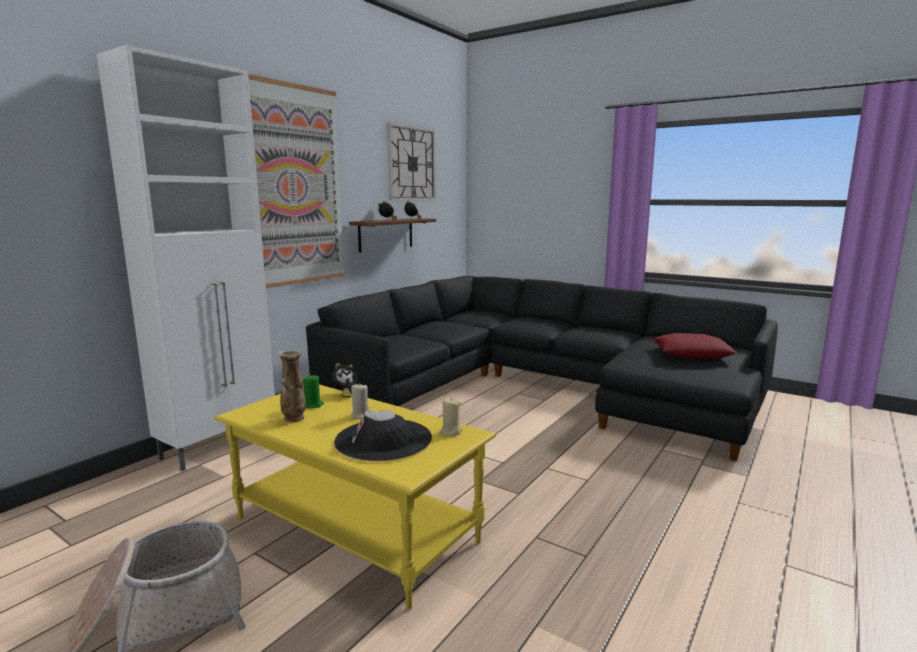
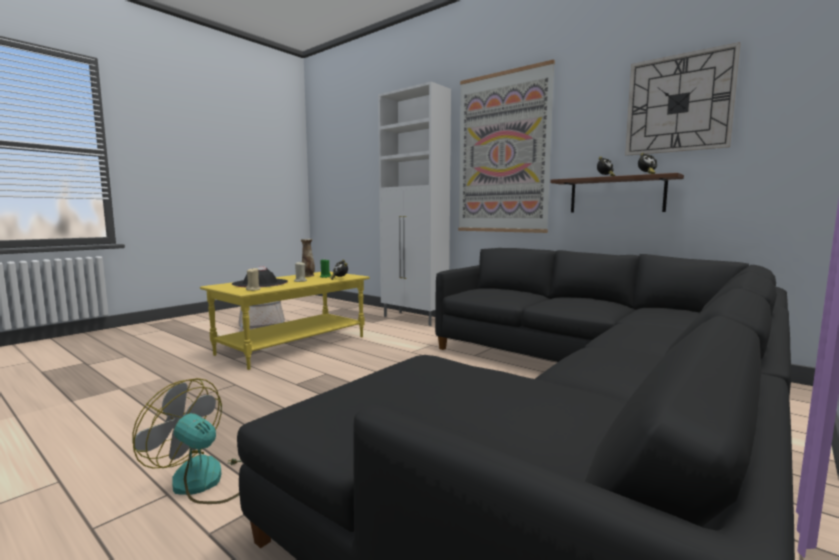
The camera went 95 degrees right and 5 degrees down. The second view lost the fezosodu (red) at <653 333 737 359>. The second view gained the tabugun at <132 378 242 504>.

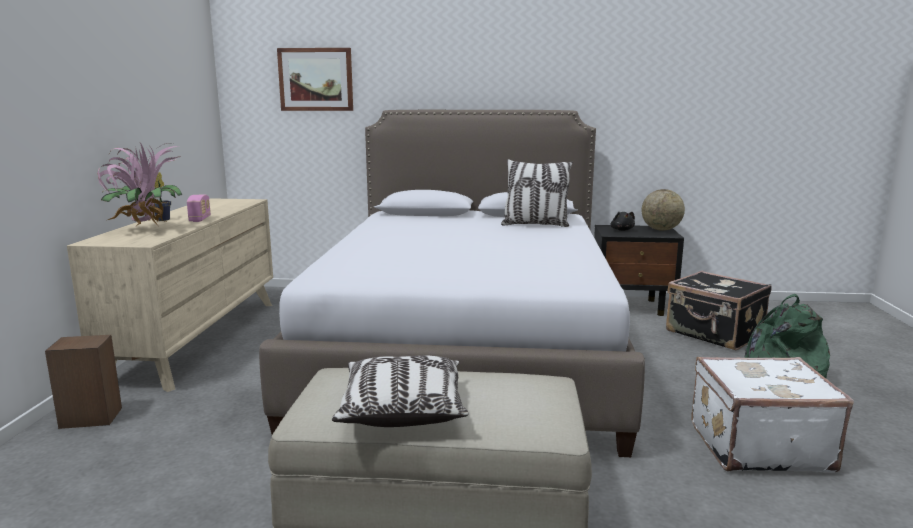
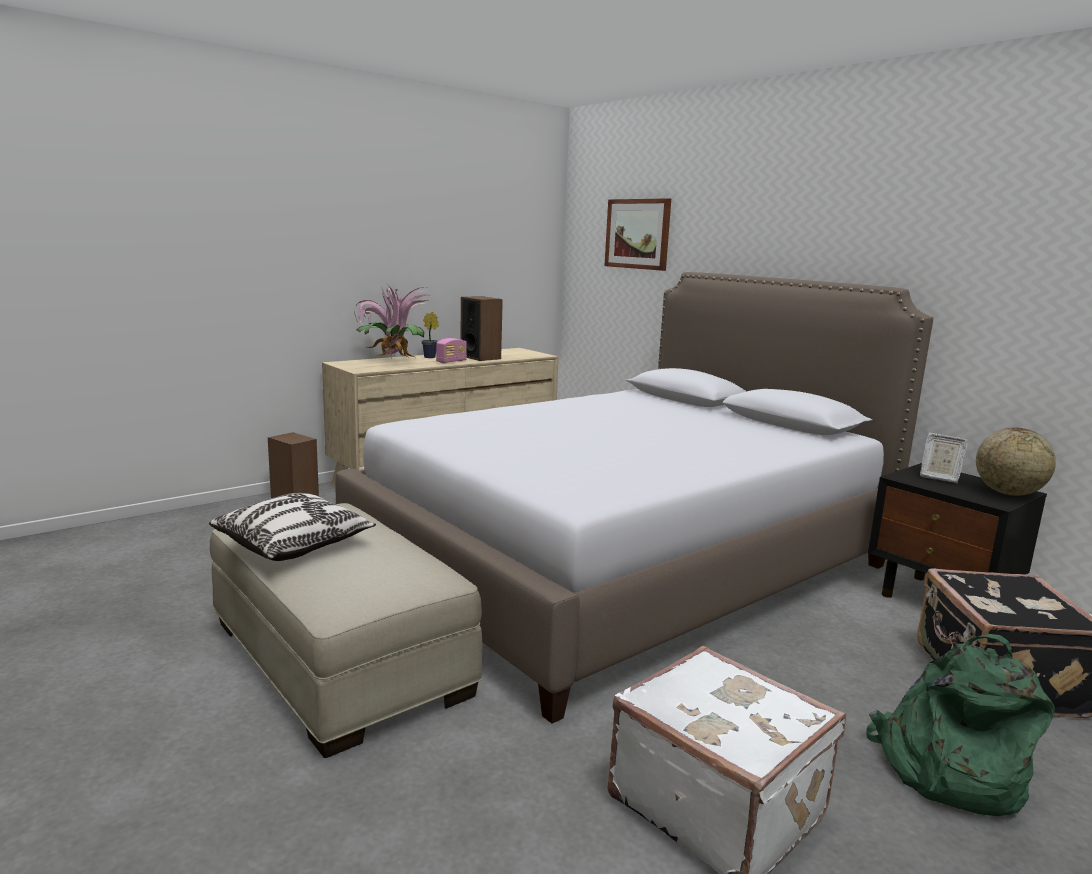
The camera went 45 degrees right and 0 degrees up. The second view lost the fezosodu at <501 159 573 227>. The second view gained the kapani at <460 296 503 361>. Where the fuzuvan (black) stood at <610 212 635 231>, the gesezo came to stand at <920 433 968 483>.

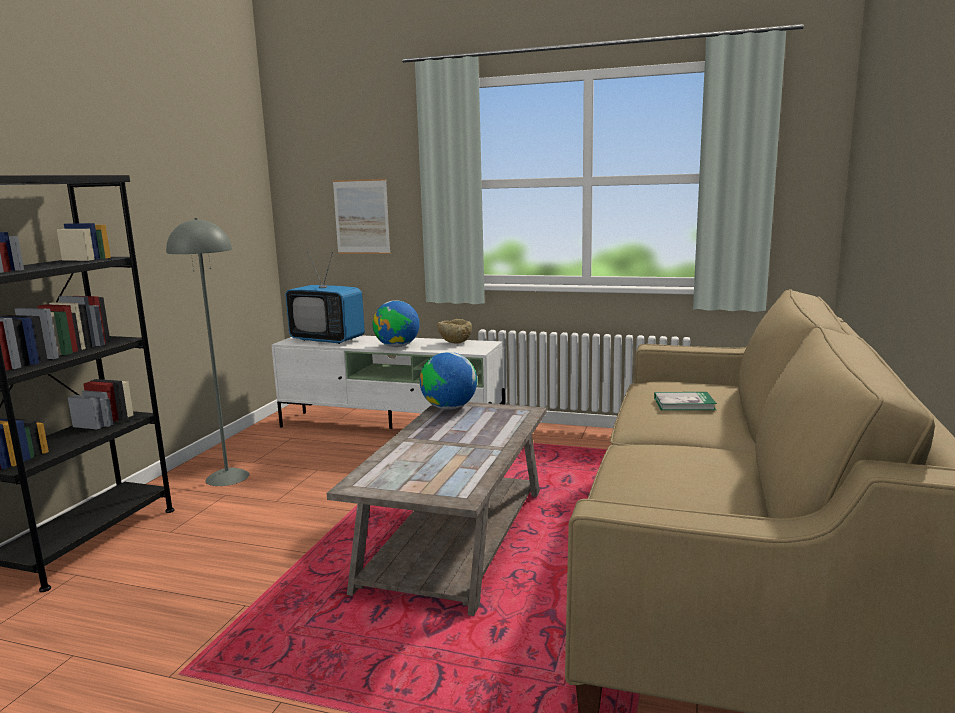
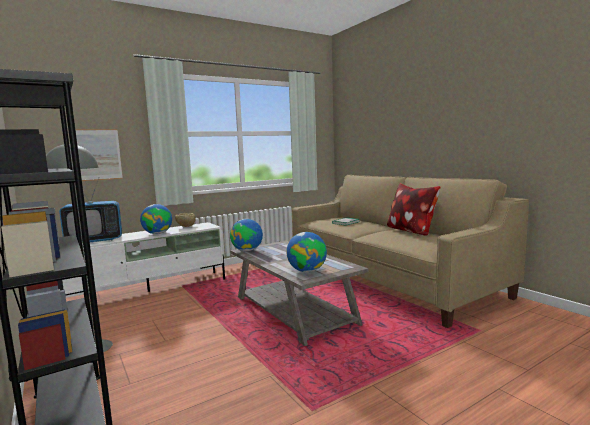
The camera went 50 degrees left and 5 degrees down. The second view gained the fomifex at <287 232 327 272>. The second view gained the fezosodu at <387 183 441 236>.

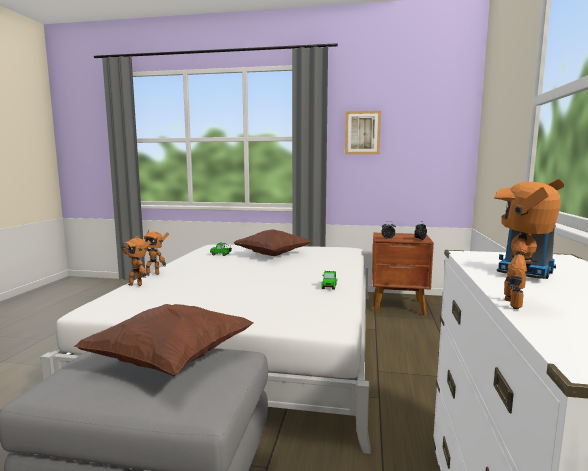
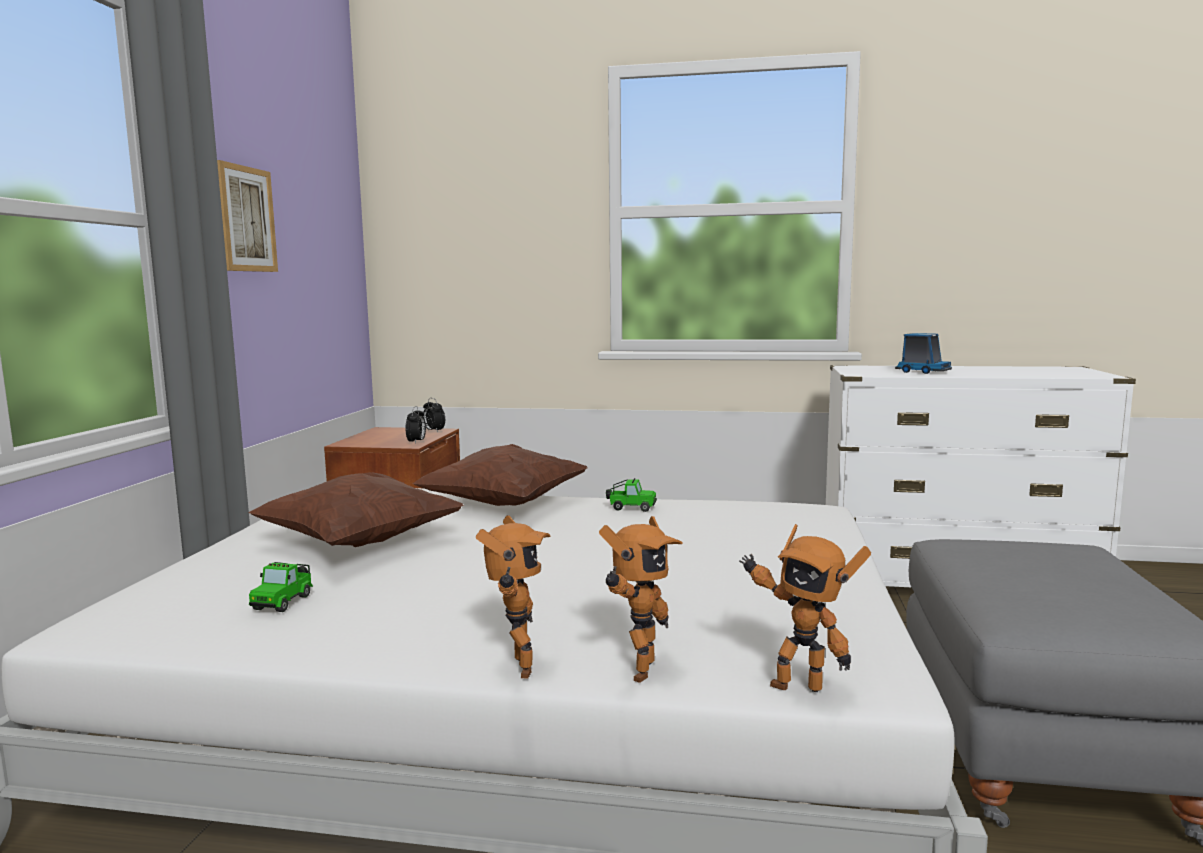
The camera went 90 degrees left and 0 degrees up. The fezosodu (brown) ended up elsewhere, having gone from <74 304 254 376> to <412 444 587 506>. The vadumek ended up elsewhere, having gone from <494 179 564 309> to <739 524 871 692>.

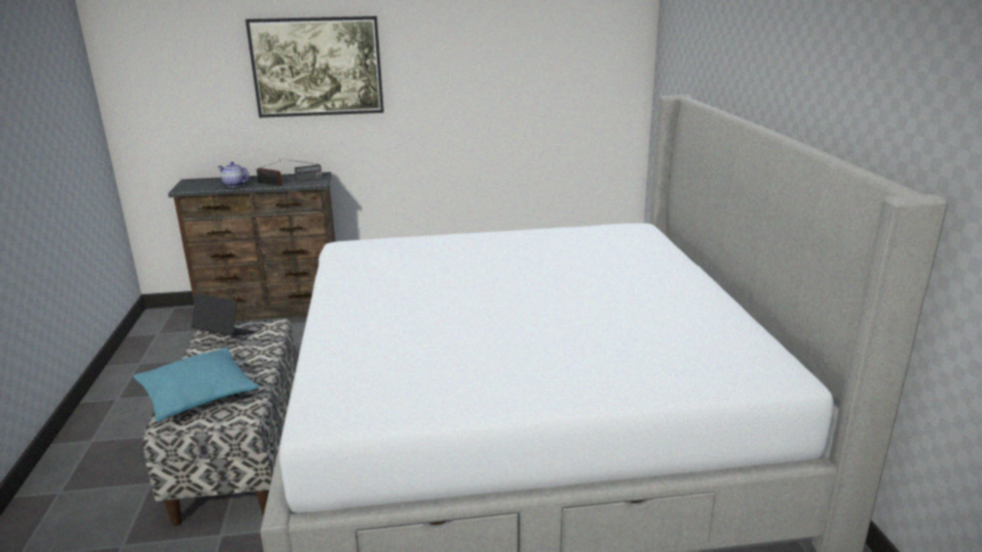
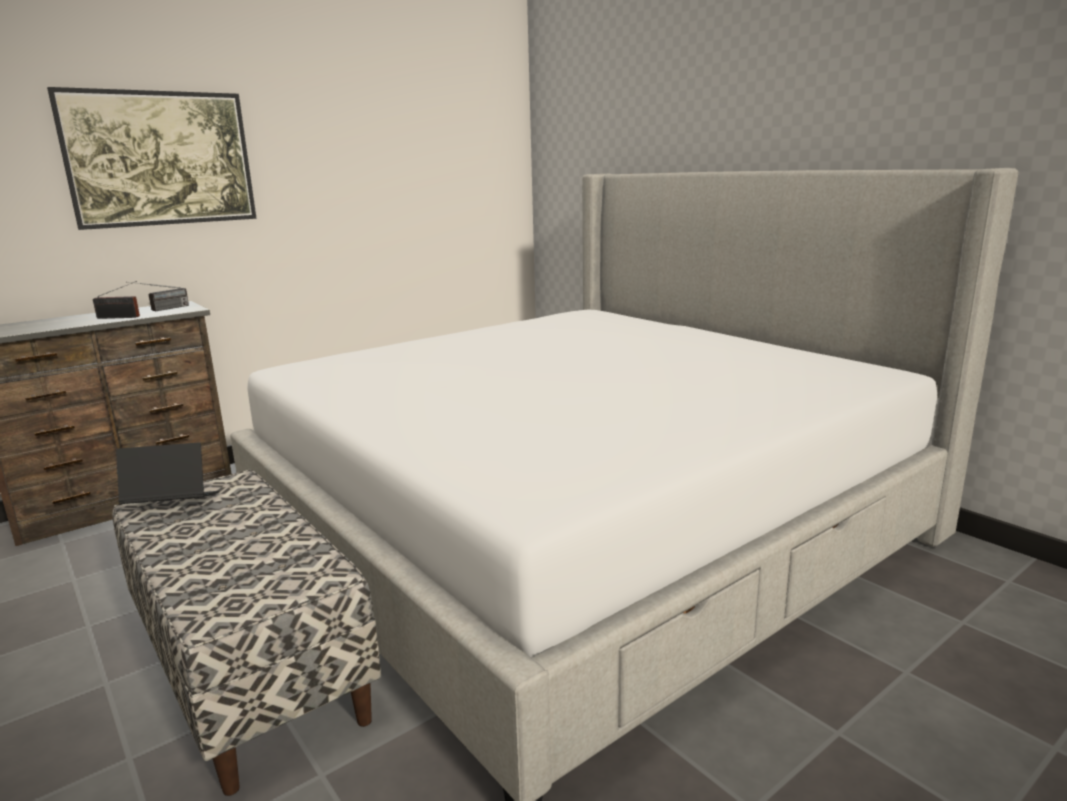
The camera went 30 degrees left and 5 degrees down. The second view lost the fezosodu (turquoise) at <134 347 259 422>. The second view lost the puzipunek at <218 162 250 187>.

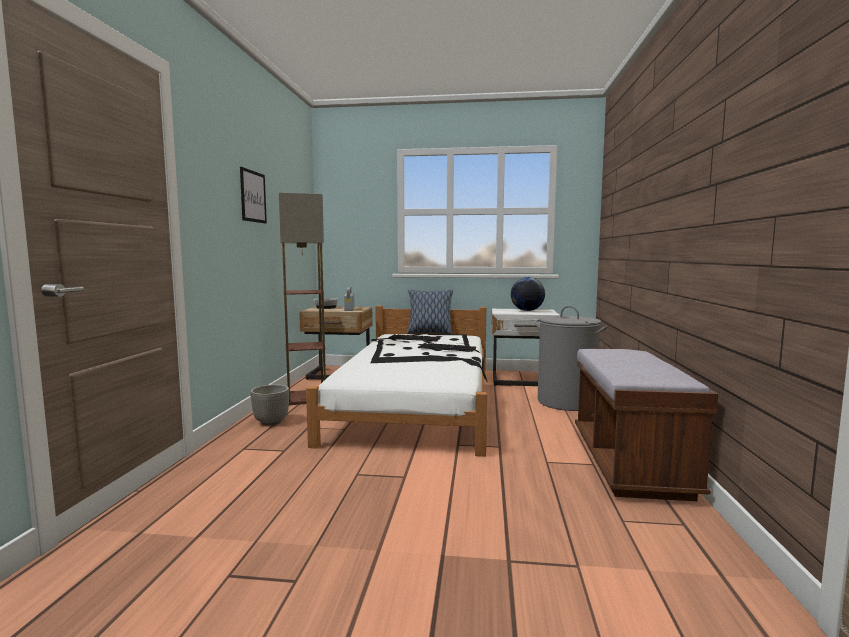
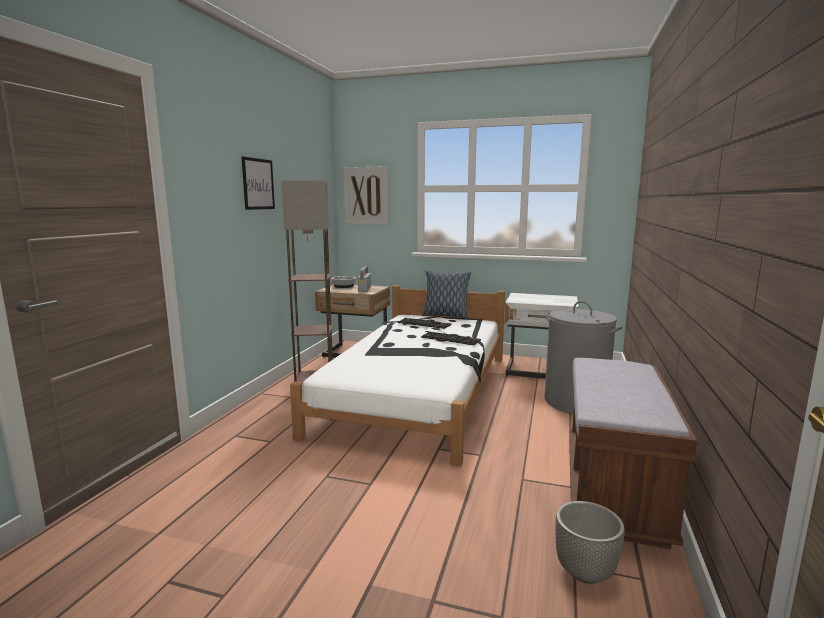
The camera went 10 degrees right and 5 degrees up. The second view lost the fomifex at <511 277 545 311>. The second view gained the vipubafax at <344 166 389 225>. The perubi ended up elsewhere, having gone from <250 384 289 426> to <555 501 625 584>.

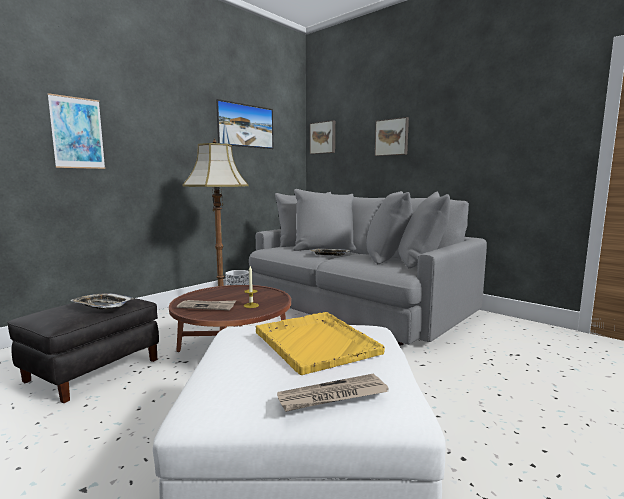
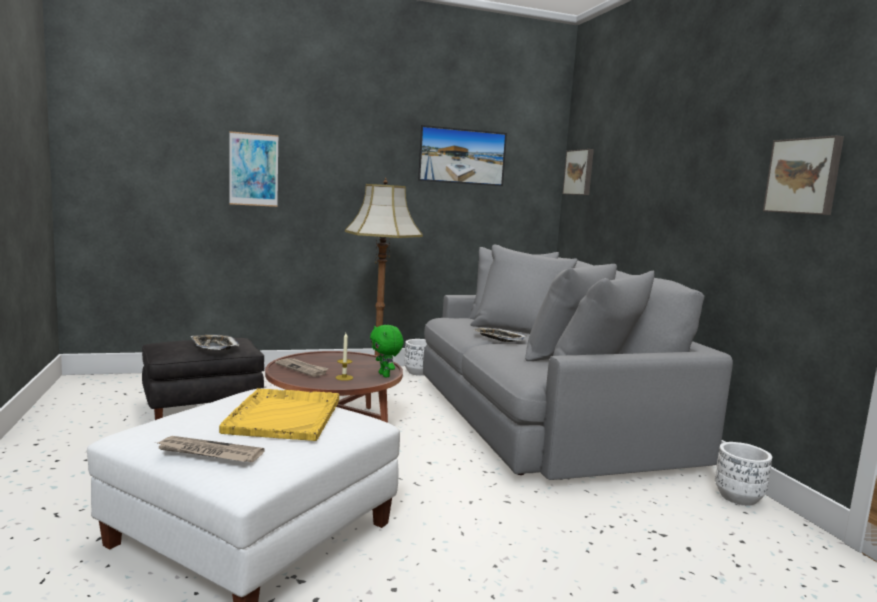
The camera went 30 degrees right and 0 degrees up. The second view gained the fuzuvan (green) at <370 325 404 378>. The second view gained the perubi (white) at <715 442 772 506>. The vipubafax ended up elsewhere, having gone from <375 117 409 156> to <763 135 844 215>.

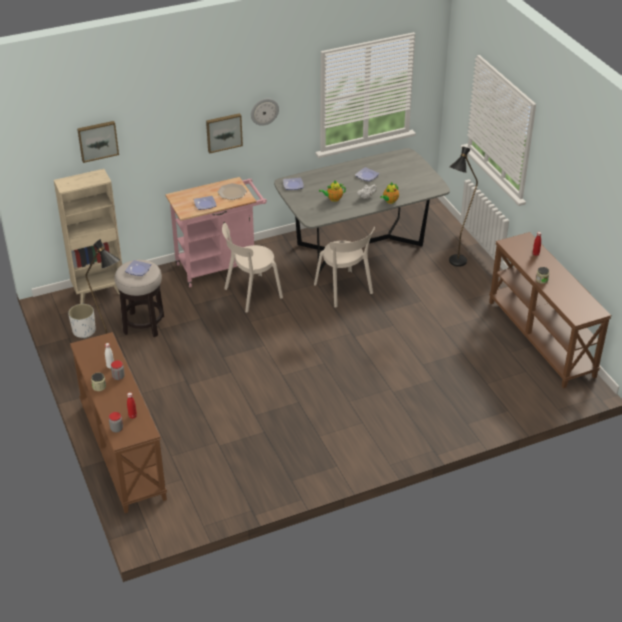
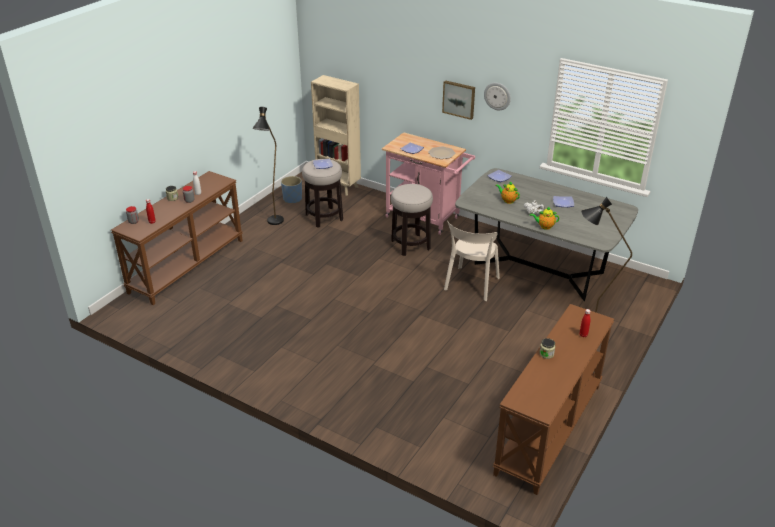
The camera went 55 degrees right and 5 degrees down. The second view lost the vipubafax at <77 121 119 163>. Where the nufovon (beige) stood at <222 223 283 313>, the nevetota came to stand at <391 184 433 256>. What was the perubi (white) at <68 304 96 338> turned into the perubi (blue) at <281 176 302 203>.

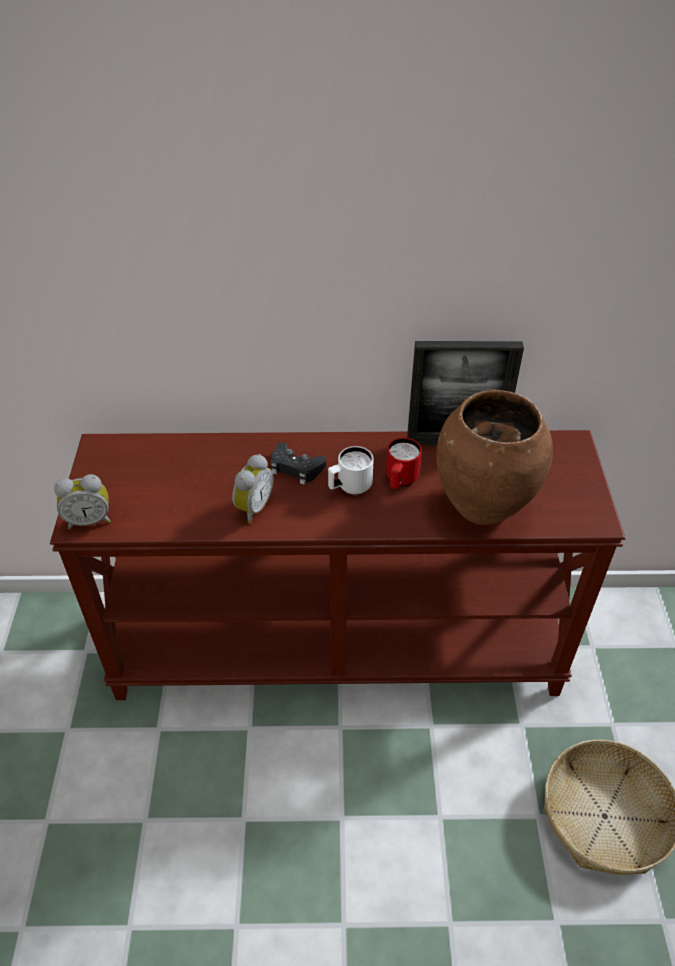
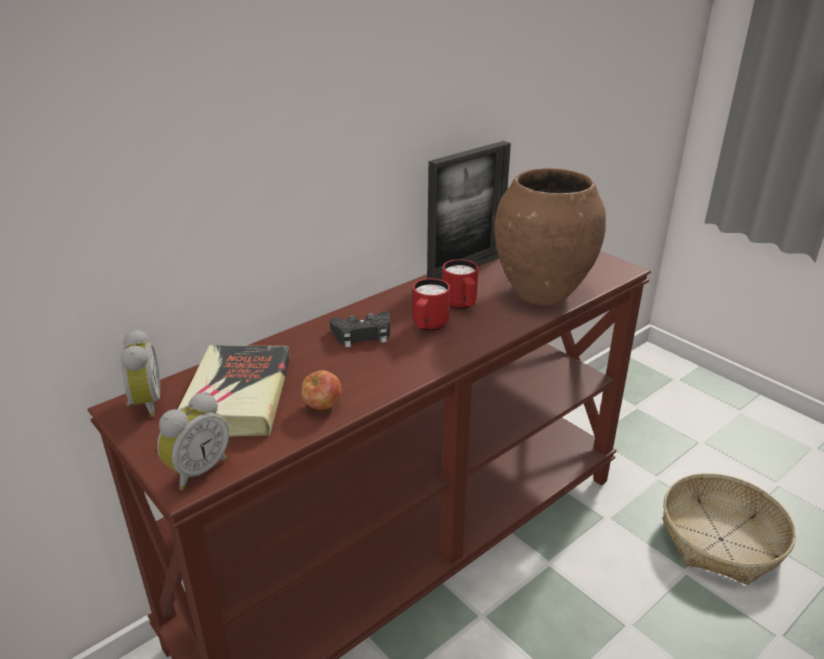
The camera went 40 degrees left and 15 degrees down. The second view gained the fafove at <177 345 290 436>. The second view gained the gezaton at <302 370 341 410>. The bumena ended up elsewhere, having gone from <232 454 273 523> to <121 329 160 417>. What was the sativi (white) at <328 446 374 495> turned into the sativi (red) at <412 278 450 331>.

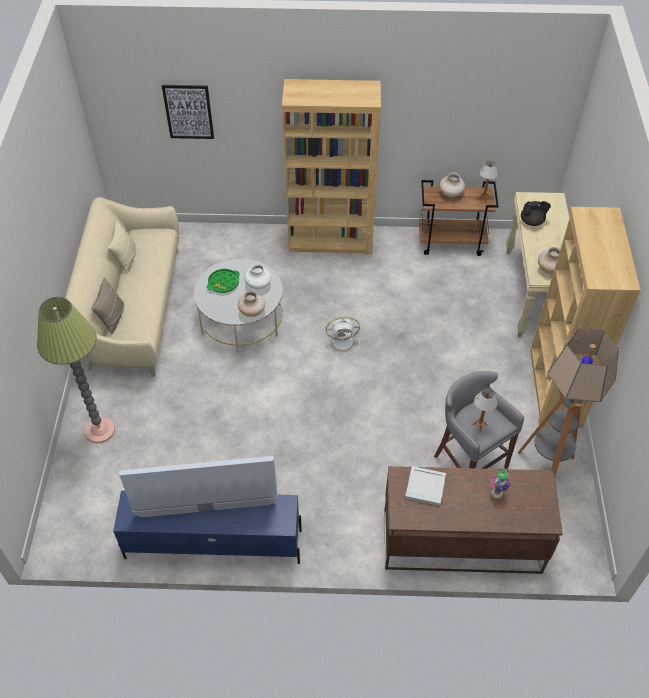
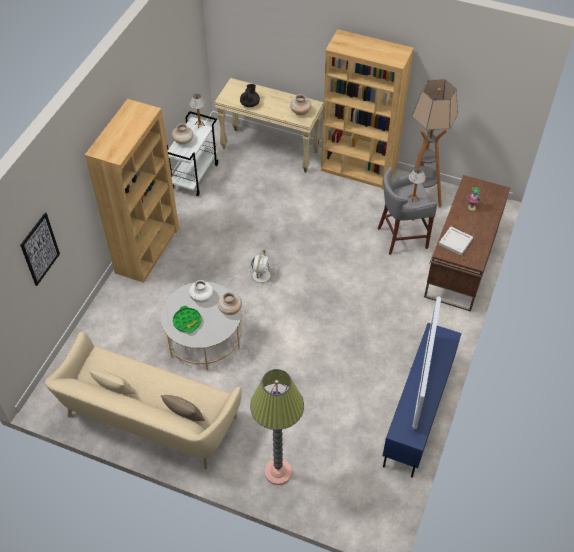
The camera went 70 degrees left and 0 degrees up. What was the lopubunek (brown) at <419 180 499 256> turned into the lopubunek (white) at <167 111 218 196>.

